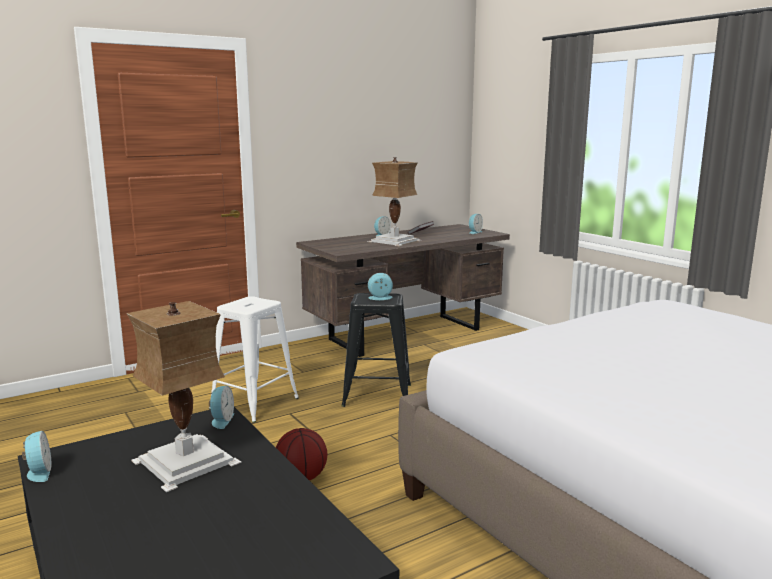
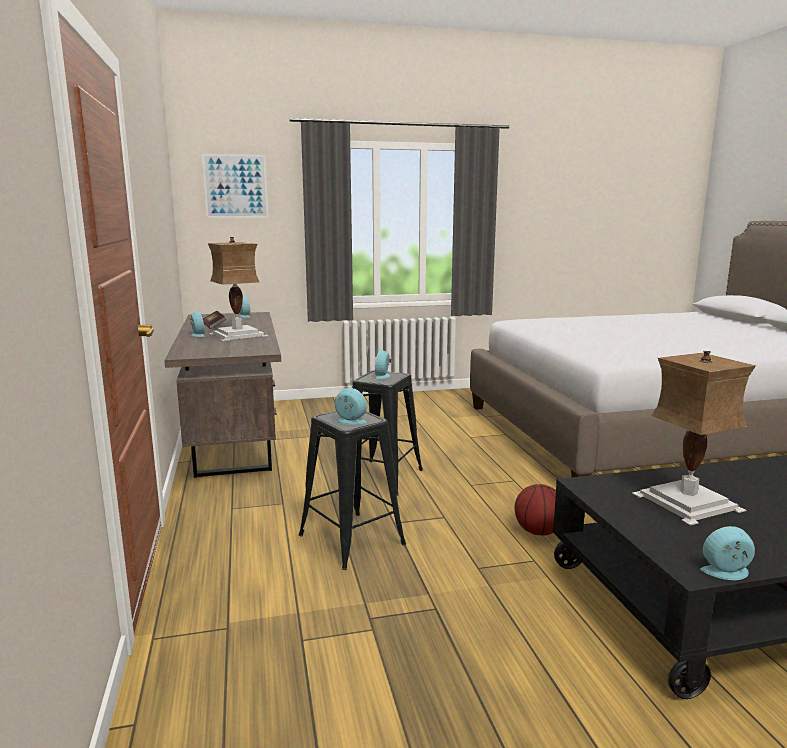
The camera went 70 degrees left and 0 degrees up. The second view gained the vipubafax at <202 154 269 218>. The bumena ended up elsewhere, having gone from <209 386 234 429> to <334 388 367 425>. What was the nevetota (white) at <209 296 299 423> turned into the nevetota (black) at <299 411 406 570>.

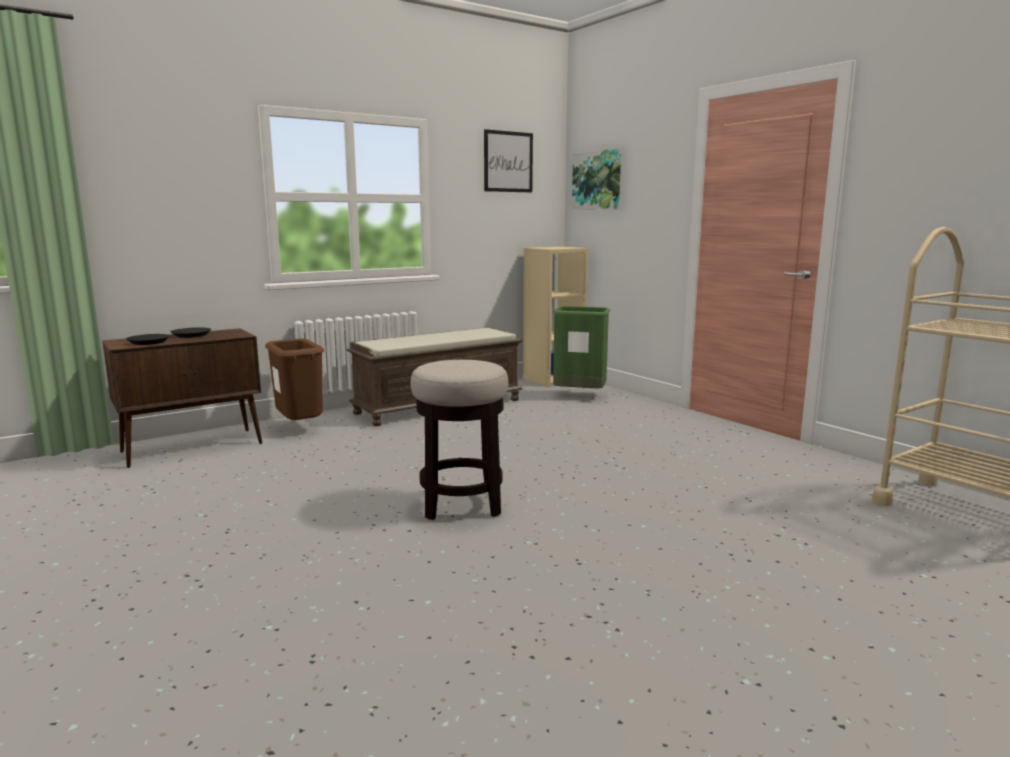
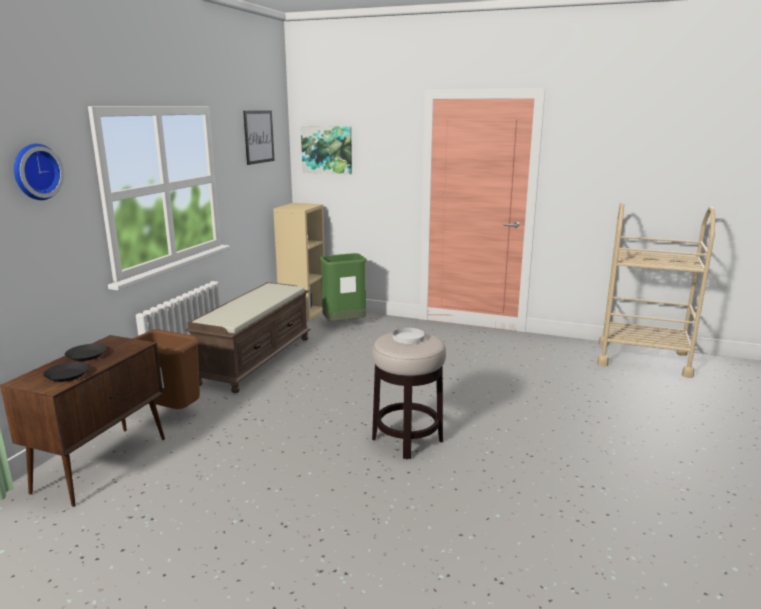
The camera went 35 degrees left and 5 degrees up. The second view gained the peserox at <14 144 64 200>. The second view gained the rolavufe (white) at <393 328 425 344>.

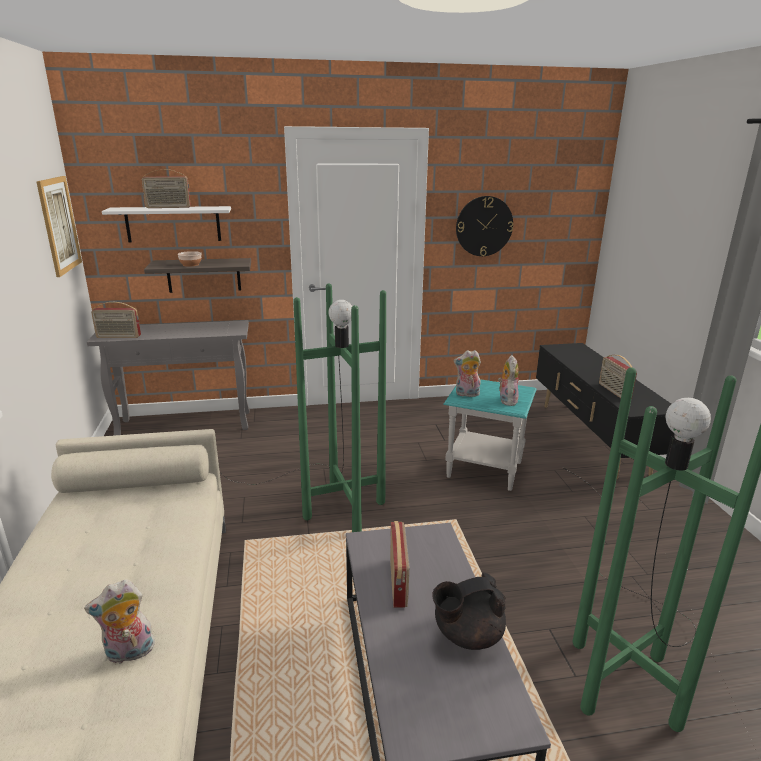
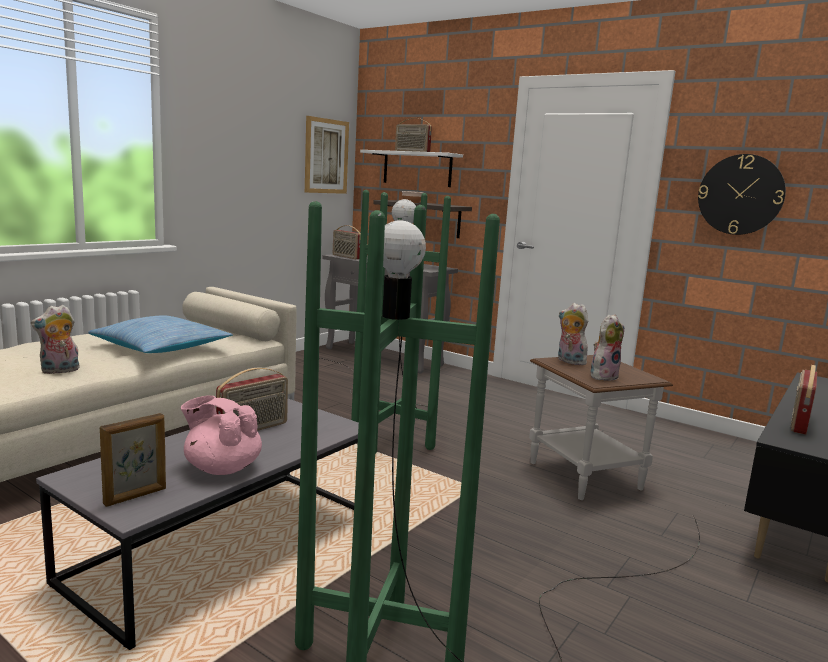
The camera went 45 degrees right and 10 degrees down. The second view gained the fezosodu at <88 315 233 353>. The second view gained the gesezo at <100 413 166 507>. What was the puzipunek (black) at <432 572 506 650> turned into the puzipunek (pink) at <181 396 262 475>. What was the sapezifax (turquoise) at <443 379 537 491> turned into the sapezifax (brown) at <529 355 673 500>. The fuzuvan at <84 579 155 664> ended up facing another way, 60 degrees counterclockwise from before.

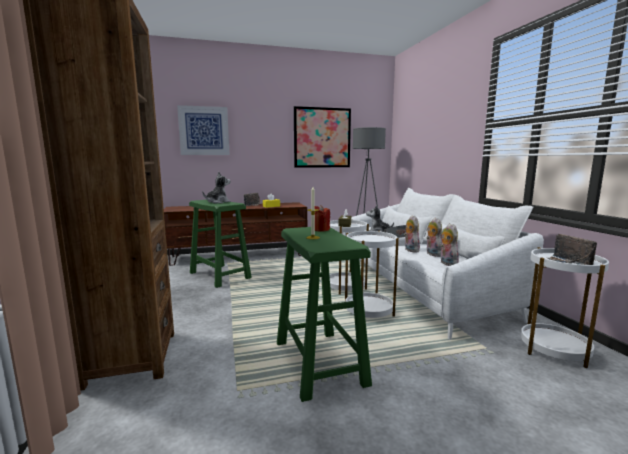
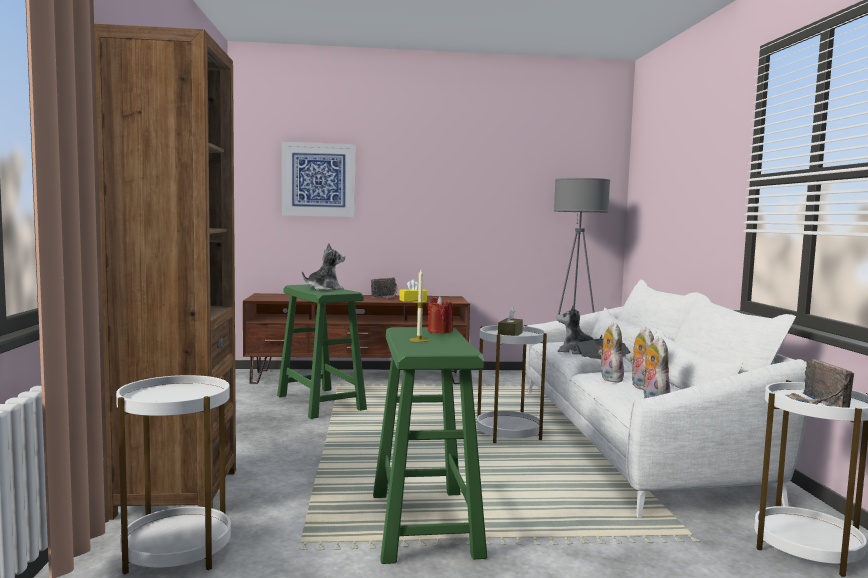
The camera went 10 degrees right and 5 degrees down. The second view lost the vipubafax at <294 106 351 168>. The sapezifax (white) ended up elsewhere, having gone from <345 231 399 318> to <116 375 231 575>.

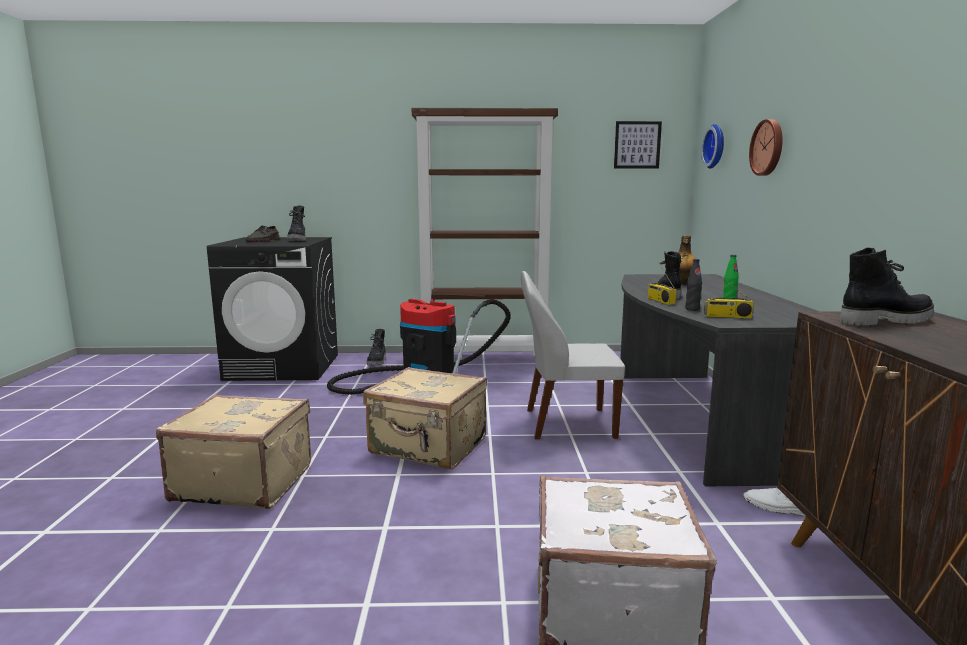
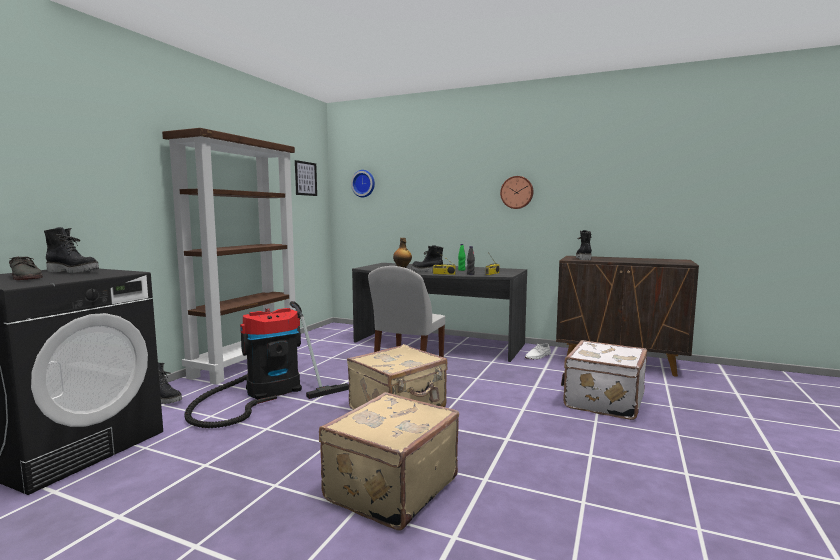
The camera went 65 degrees left and 5 degrees down. The peserox ended up elsewhere, having gone from <749 119 783 176> to <500 176 533 209>.

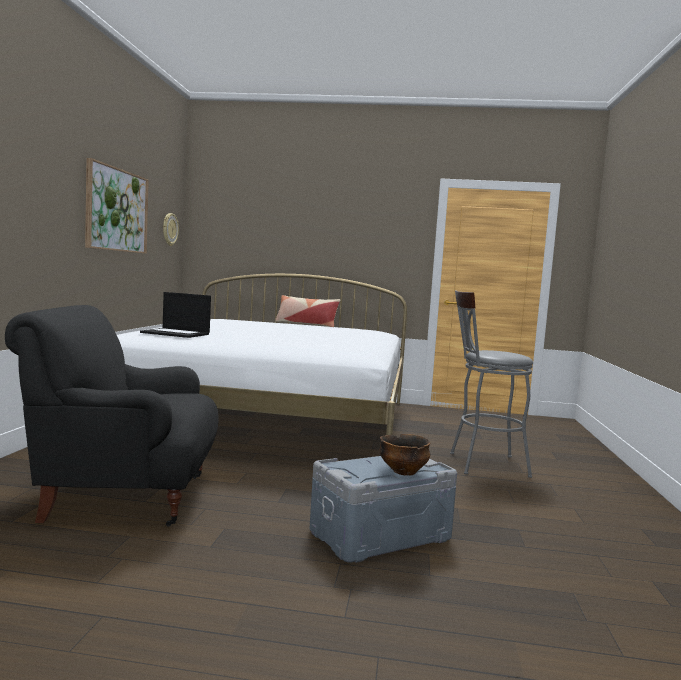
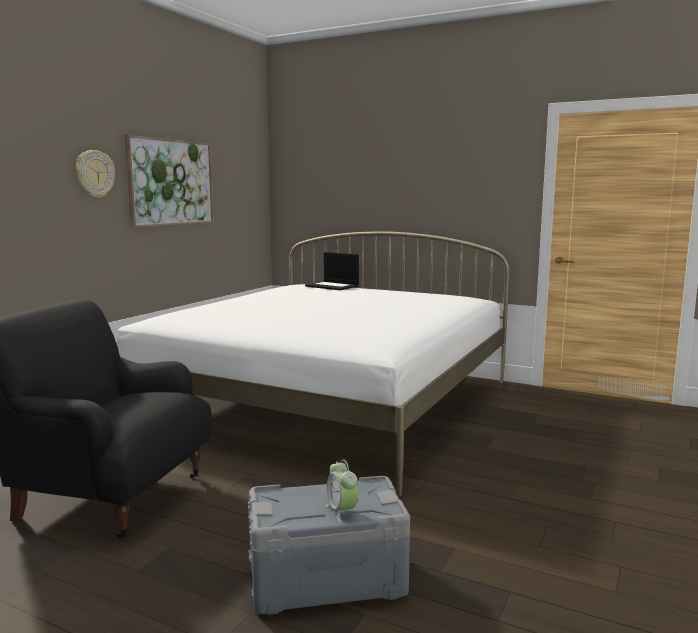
The camera went 20 degrees right and 5 degrees up. The second view lost the fezosodu at <275 295 340 327>. The second view lost the nevetota (grey) at <450 290 533 478>. The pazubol ended up elsewhere, having gone from <140 292 211 338> to <305 252 359 290>. The peserox ended up elsewhere, having gone from <163 213 179 246> to <76 150 115 198>. Where the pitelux stood at <380 434 431 475>, the bumena came to stand at <326 459 358 522>.

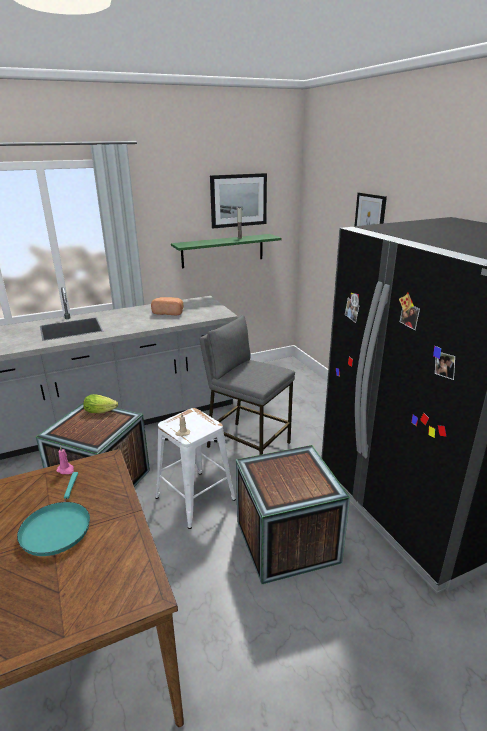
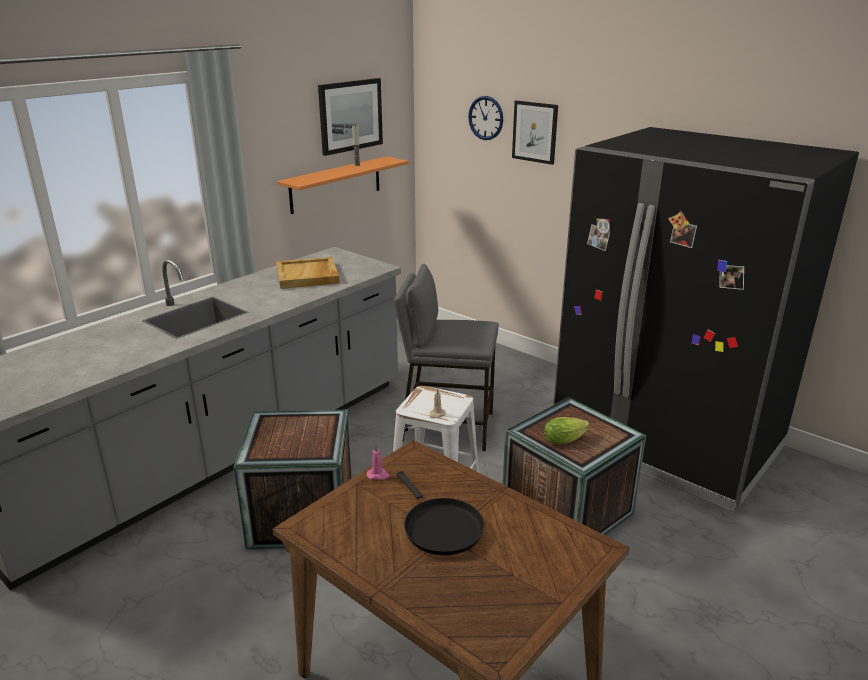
The camera went 25 degrees left and 0 degrees up. The second view gained the peserox at <468 96 503 140>. The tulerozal ended up elsewhere, having gone from <83 394 118 413> to <544 417 589 445>. Where the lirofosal stood at <151 297 183 315>, the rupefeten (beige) came to stand at <276 257 339 289>. What was the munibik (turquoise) at <17 472 90 556> turned into the munibik (black) at <397 471 484 555>. What was the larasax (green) at <171 234 282 268> turned into the larasax (orange) at <277 157 409 214>.

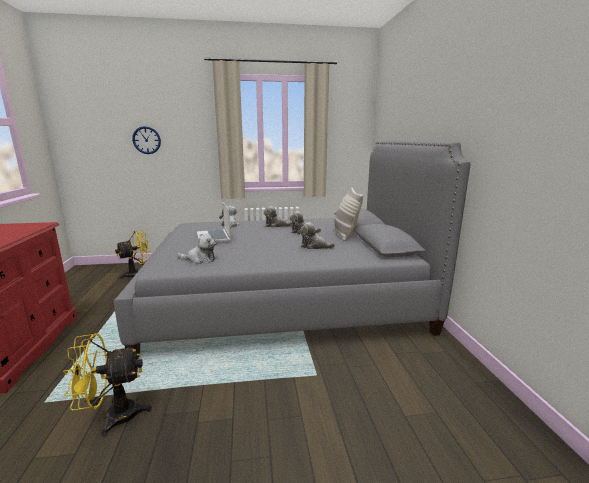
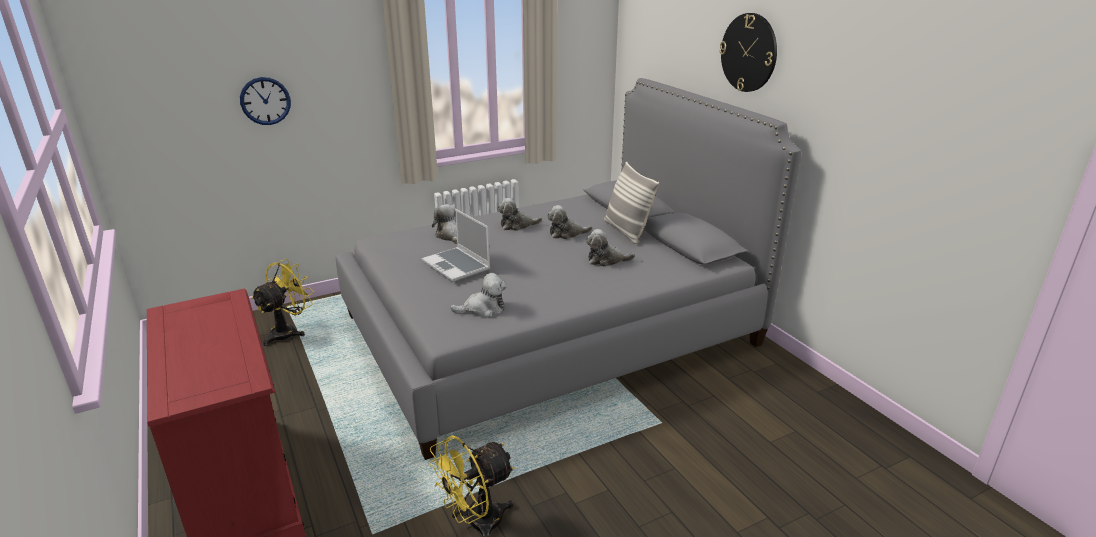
The camera went 20 degrees left and 10 degrees up. The second view gained the peserox at <719 13 777 92>.

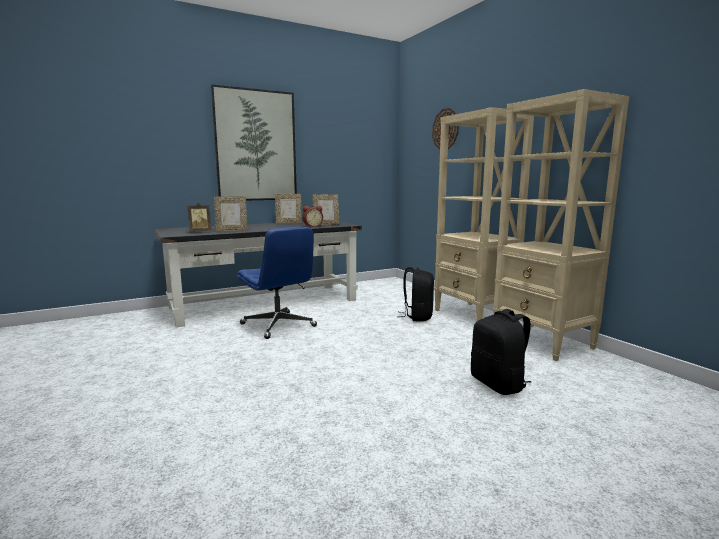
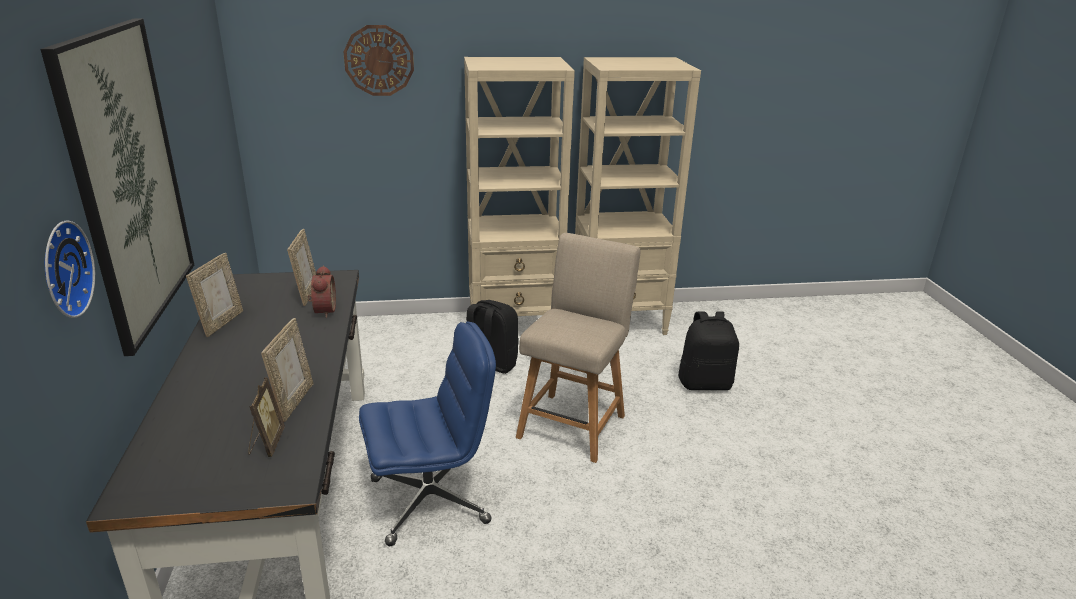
The camera went 70 degrees left and 15 degrees up. The second view gained the peserox at <45 221 95 318>. The second view gained the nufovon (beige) at <516 233 641 463>.

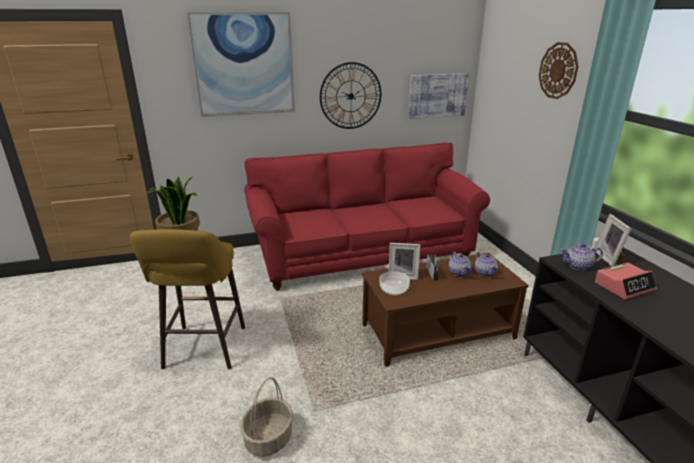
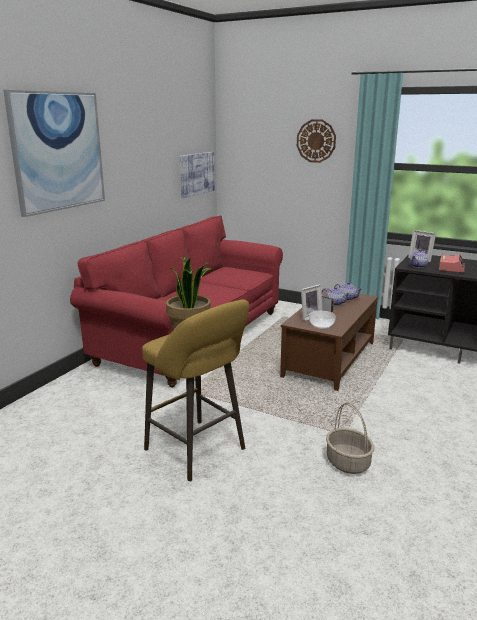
The camera went 45 degrees left and 5 degrees down. The second view lost the peserox at <320 62 381 129>.

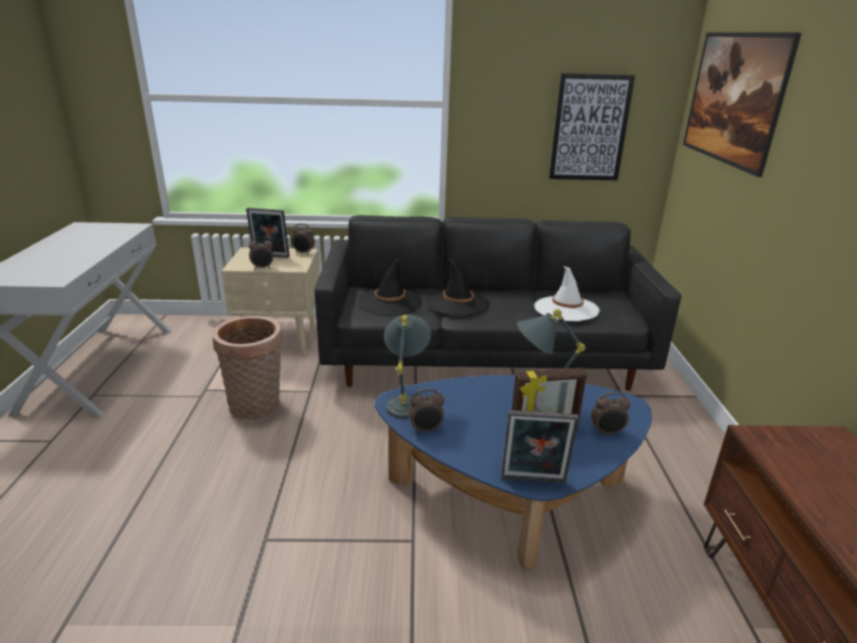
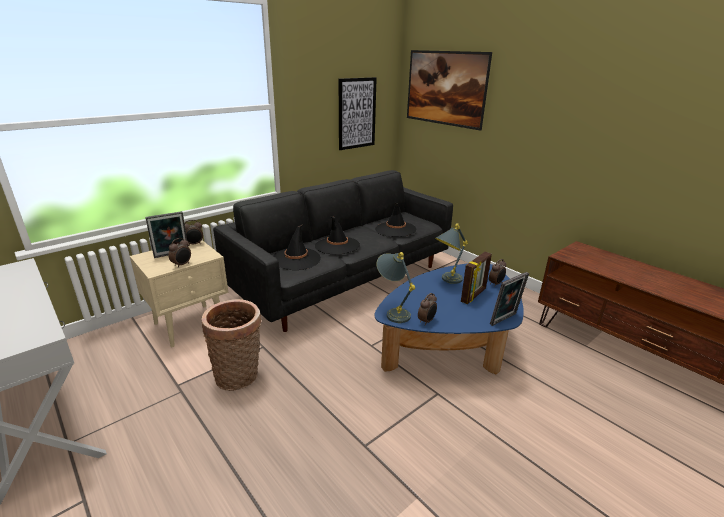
The camera went 40 degrees left and 0 degrees up. What was the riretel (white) at <534 266 600 321> turned into the riretel (black) at <375 203 416 237>.

